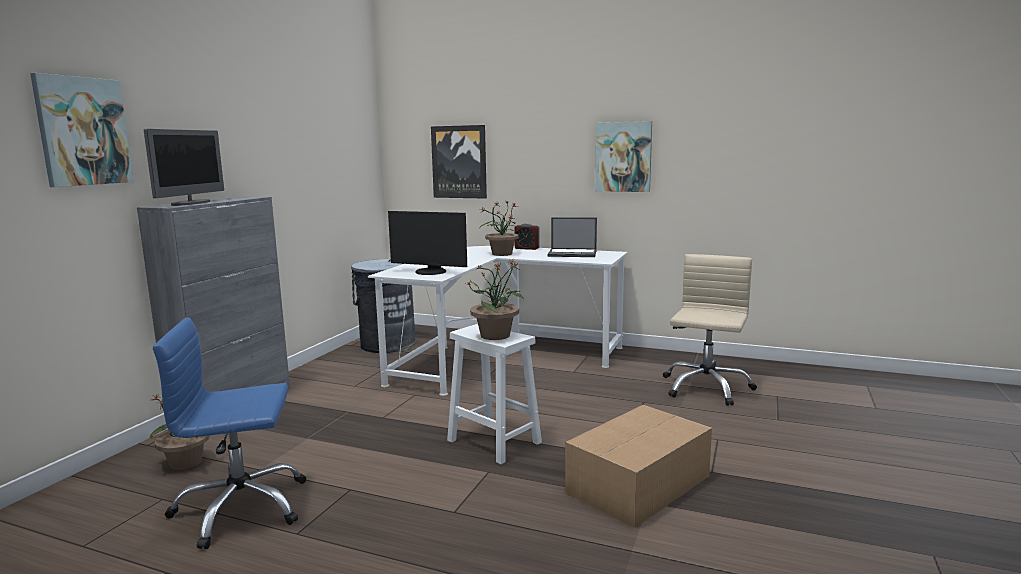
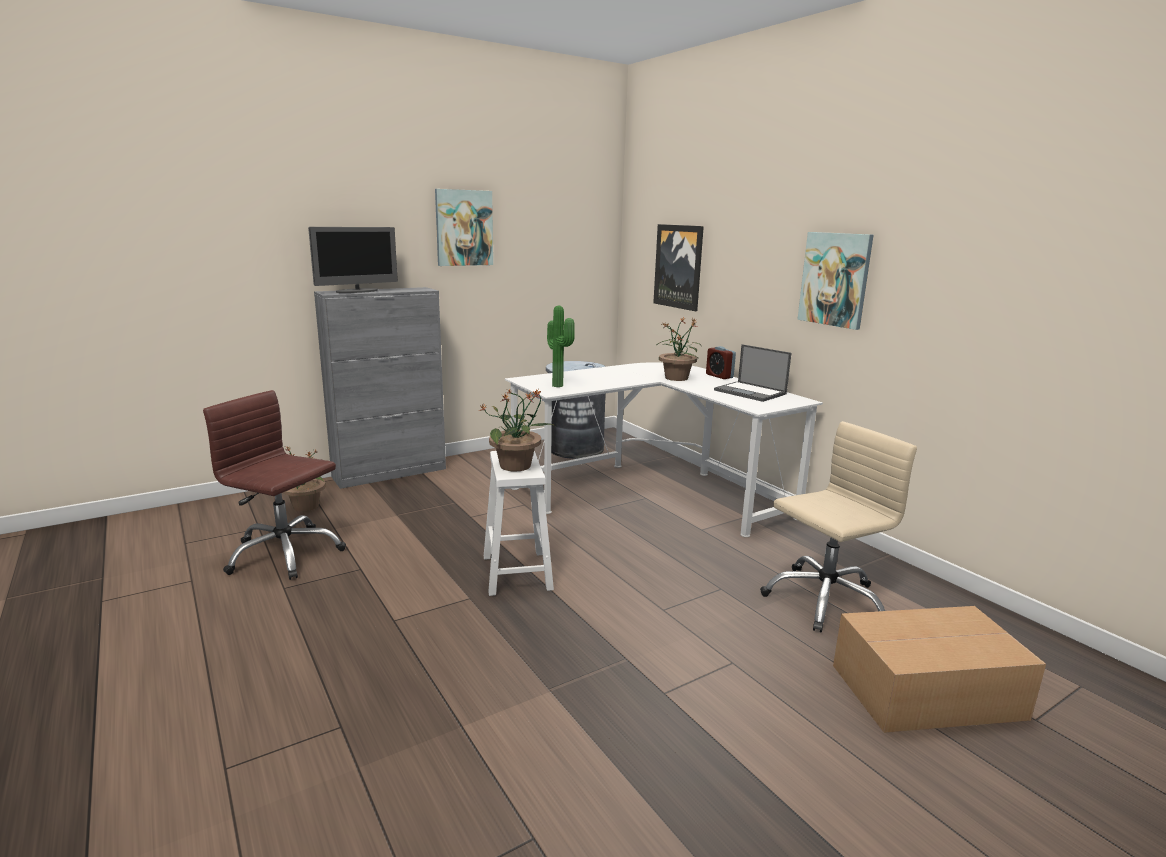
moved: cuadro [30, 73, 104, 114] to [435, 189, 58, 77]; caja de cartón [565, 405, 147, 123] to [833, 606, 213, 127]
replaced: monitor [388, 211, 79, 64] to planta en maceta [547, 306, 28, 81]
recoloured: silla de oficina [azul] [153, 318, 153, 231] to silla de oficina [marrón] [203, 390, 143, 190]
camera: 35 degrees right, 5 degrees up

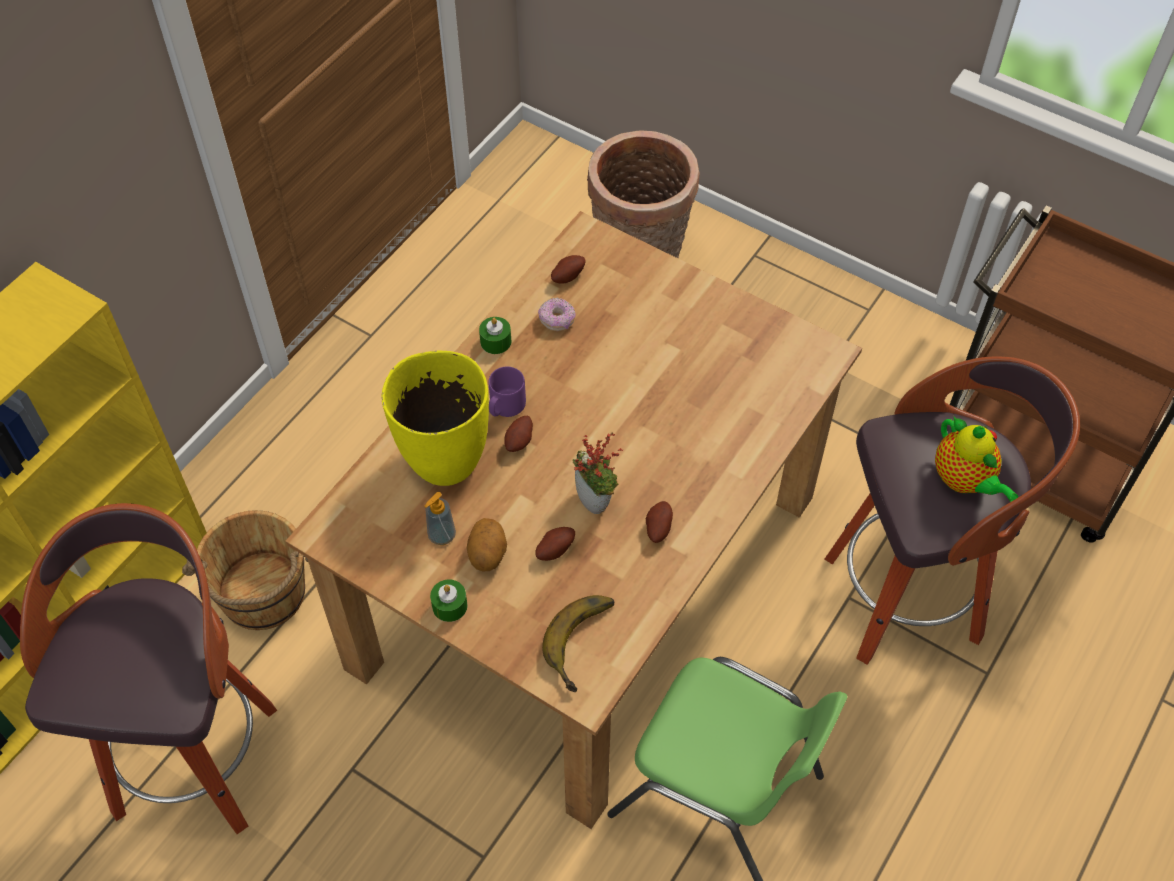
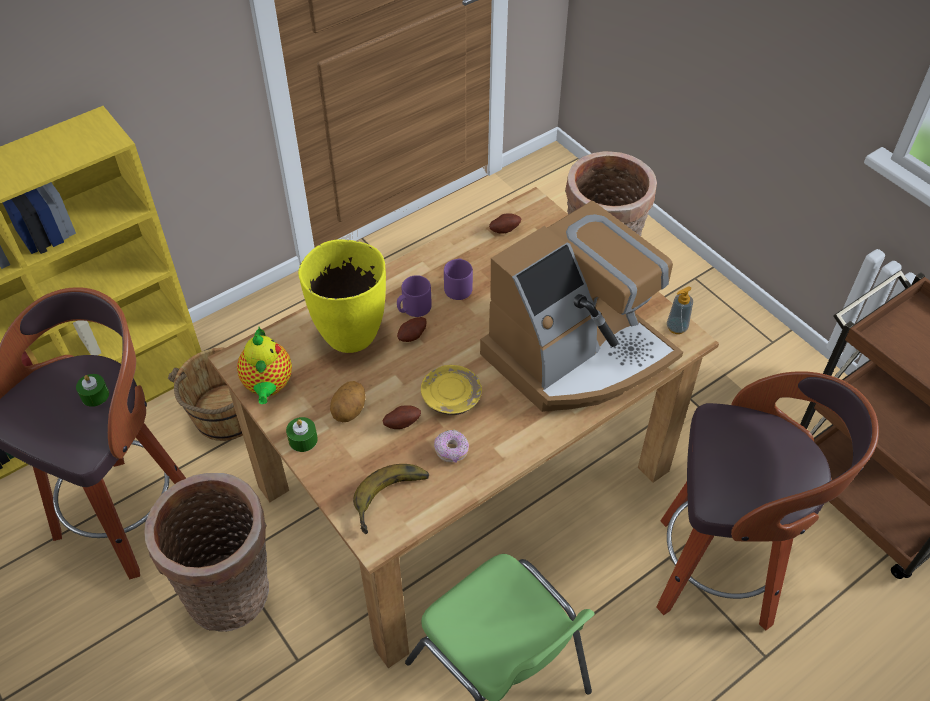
removed: patata [646, 501, 27, 42]
added: cesta [144, 473, 125, 159]; taza grande [morado] [444, 258, 29, 42]; cafetera [480, 201, 203, 211]
moved: dispensador de jabón [425, 492, 31, 53] to [667, 286, 26, 48]; vela [verde] [479, 317, 32, 37] to [76, 374, 33, 33]; rosquilla [538, 297, 38, 34] to [434, 430, 35, 33]; tetera [935, 417, 83, 85] to [237, 327, 55, 77]
replaced: planta en maceta [573, 432, 50, 82] to plato [amarillo] [421, 365, 61, 50]
camera: 20 degrees right, 5 degrees down

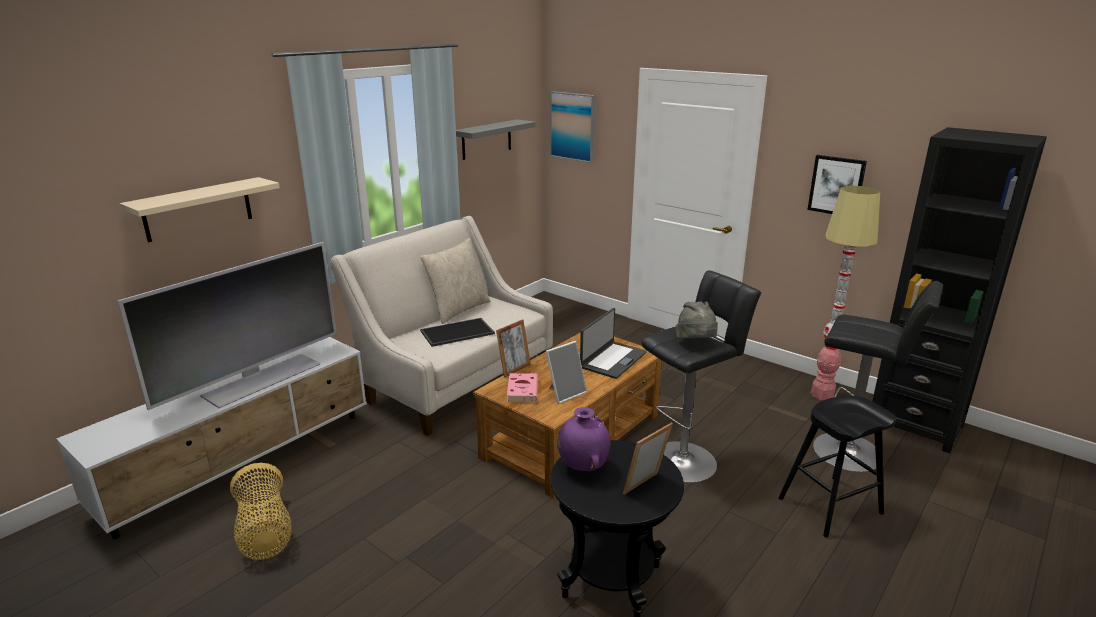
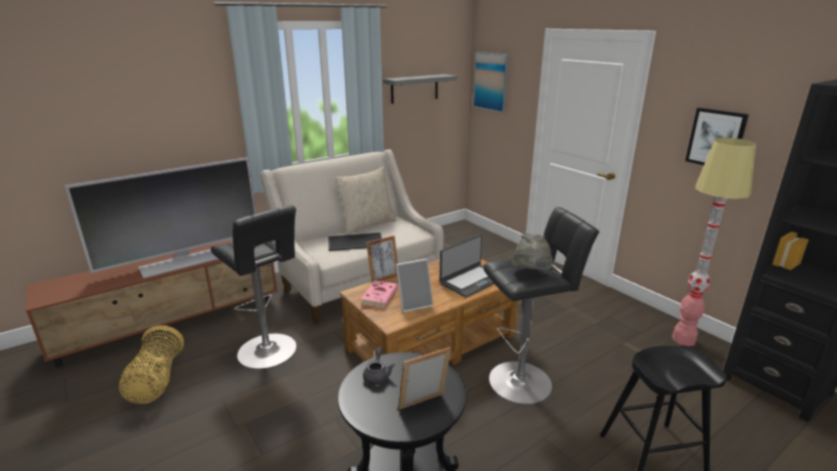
removed: estante [beis] [120, 177, 160, 66]
moved: taburete [negro] [813, 281, 130, 191] to [211, 205, 85, 164]
replaced: florero [morado] [558, 407, 52, 64] to tetera [gris] [363, 347, 32, 38]
recoloured: mueble de televisión [blanco] [56, 337, 311, 202] to mueble de televisión [marrón] [26, 239, 252, 128]
camera: 15 degrees right, 0 degrees up

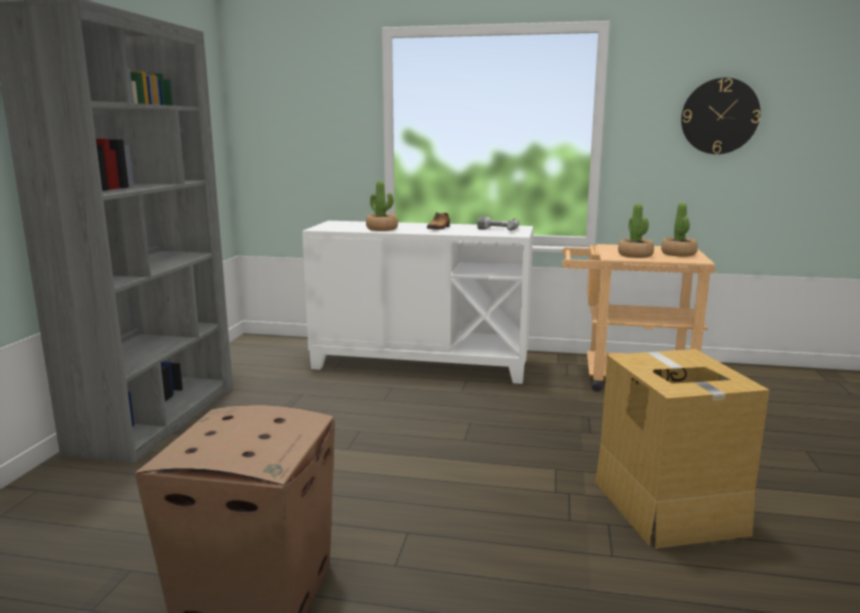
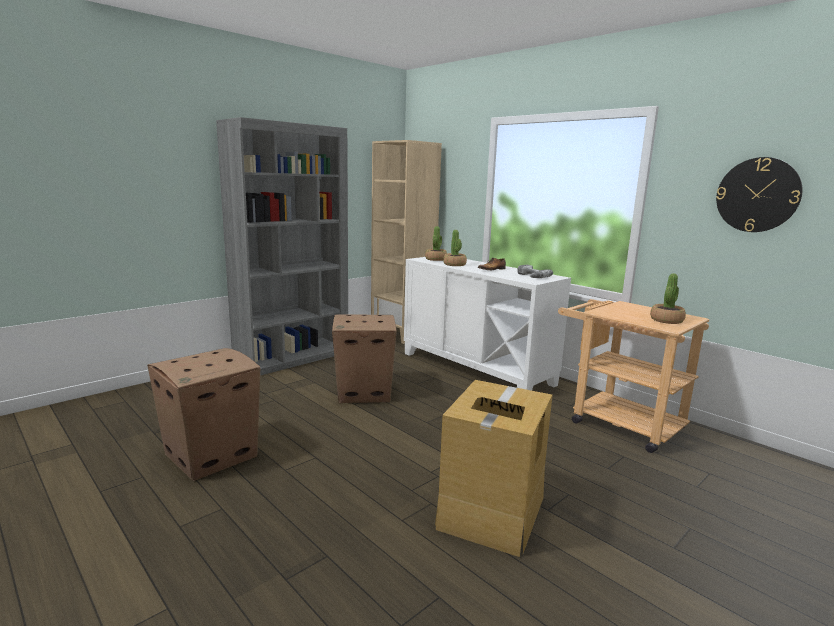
added: caja de cartón [332, 315, 65, 88]; estantería [beis] [371, 140, 71, 204]
moved: planta en maceta [618, 203, 36, 55] to [425, 226, 22, 35]
camera: 35 degrees right, 0 degrees up

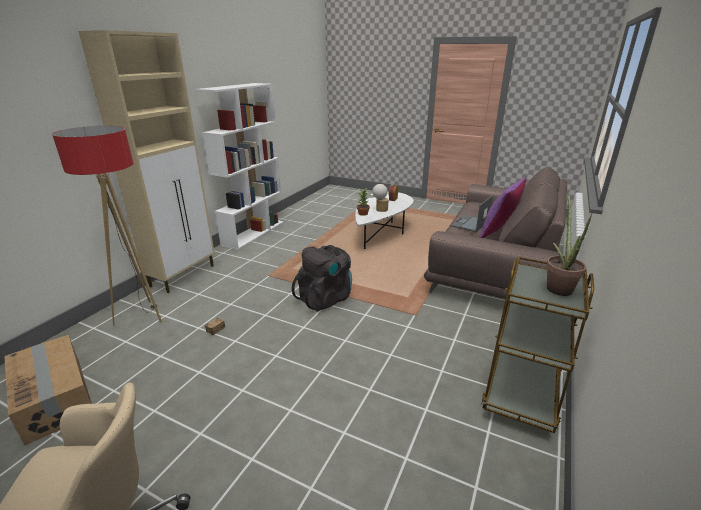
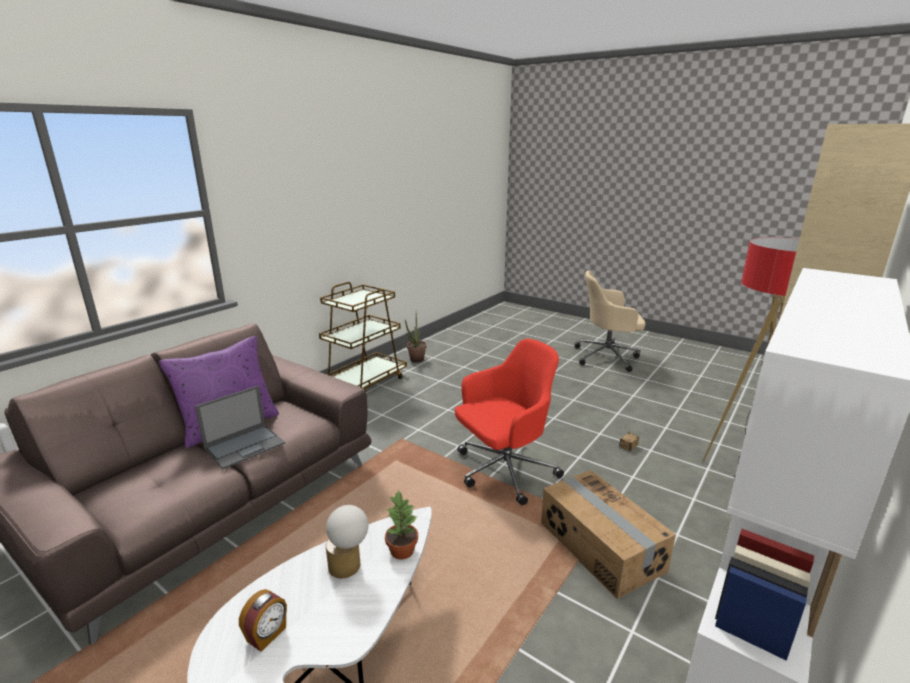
moved: caja de cartón [4, 335, 88, 110] to [541, 470, 135, 129]; planta en maceta [546, 191, 47, 105] to [405, 313, 22, 50]
replaced: mochila [negro] [292, 245, 60, 67] to silla de oficina [rojo] [455, 339, 109, 167]
camera: 170 degrees left, 5 degrees down

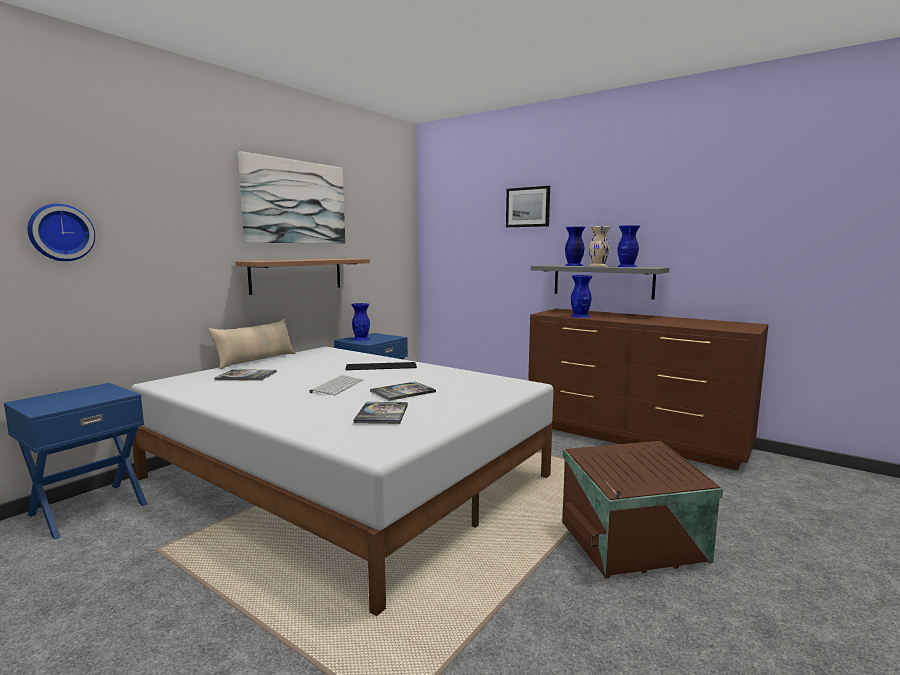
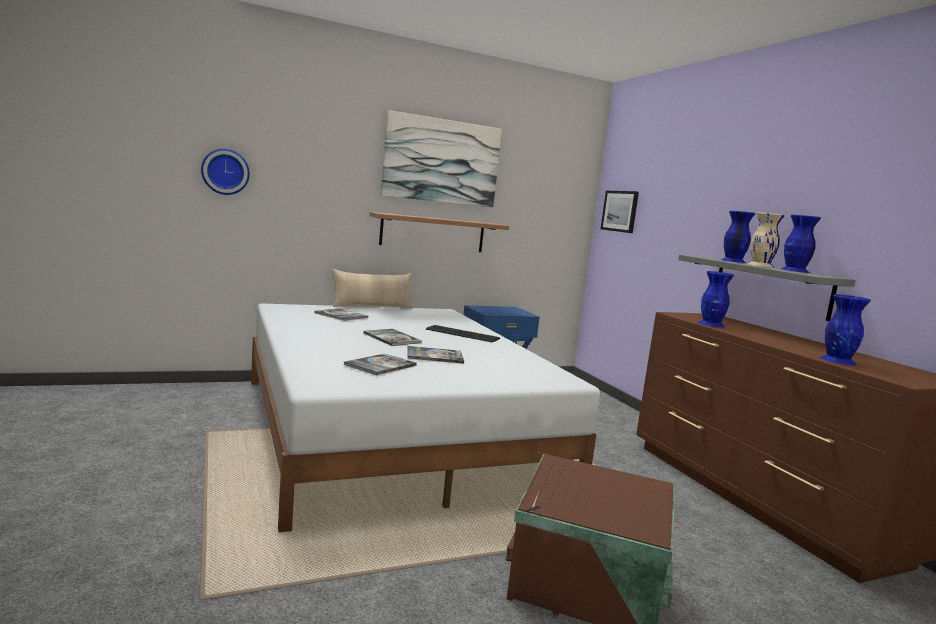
removed: mesita de noche [azul] [4, 383, 144, 156]
moved: florero [azul] [352, 303, 18, 38] to [820, 294, 51, 71]; cuadro [506, 186, 44, 41] to [600, 191, 39, 42]
replaced: teclado [309, 375, 54, 20] to libro [363, 329, 59, 17]
camera: 30 degrees right, 0 degrees up

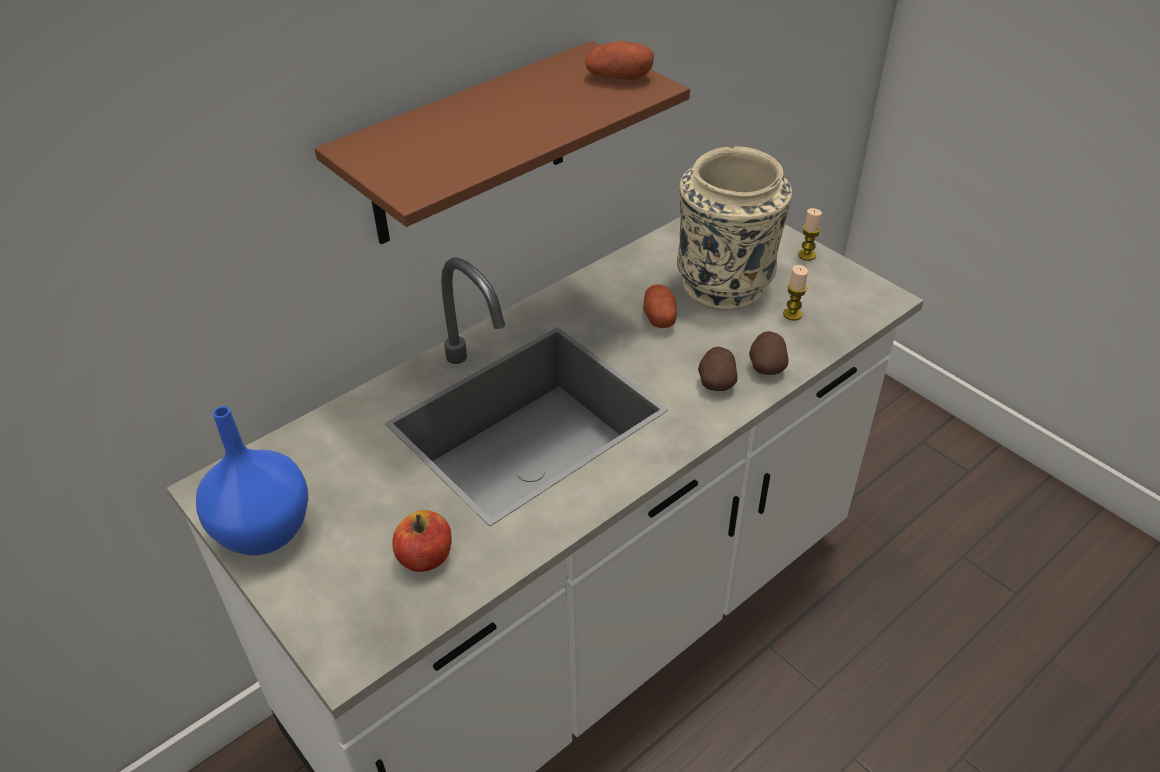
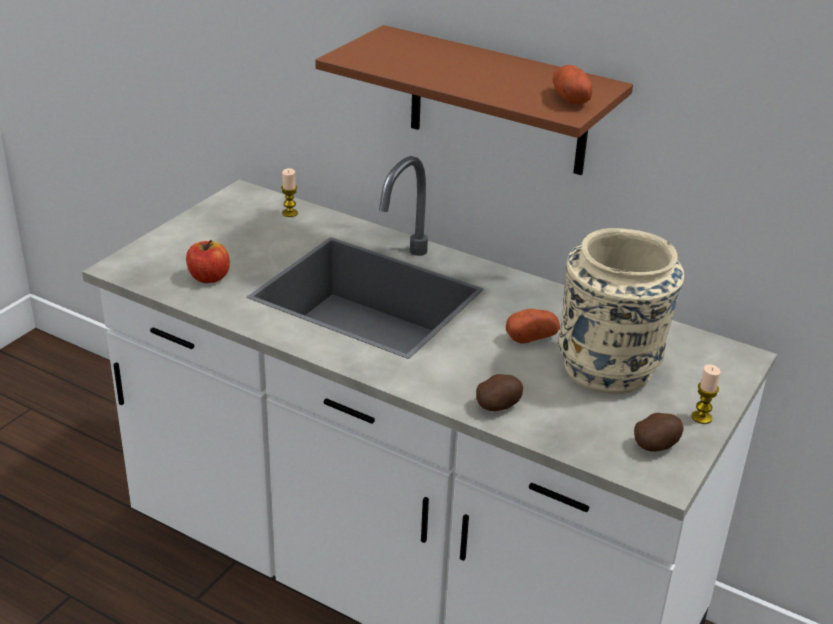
removed: florero [azul] [196, 406, 112, 149]
moved: patata [698, 347, 40, 44] to [634, 413, 50, 39]; vela [783, 265, 25, 56] to [281, 168, 17, 49]
camera: 70 degrees right, 10 degrees down

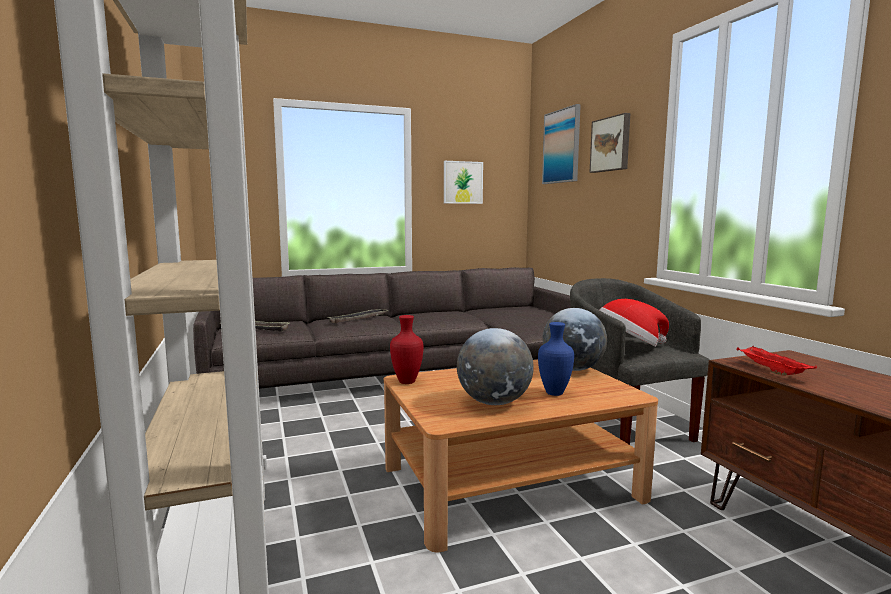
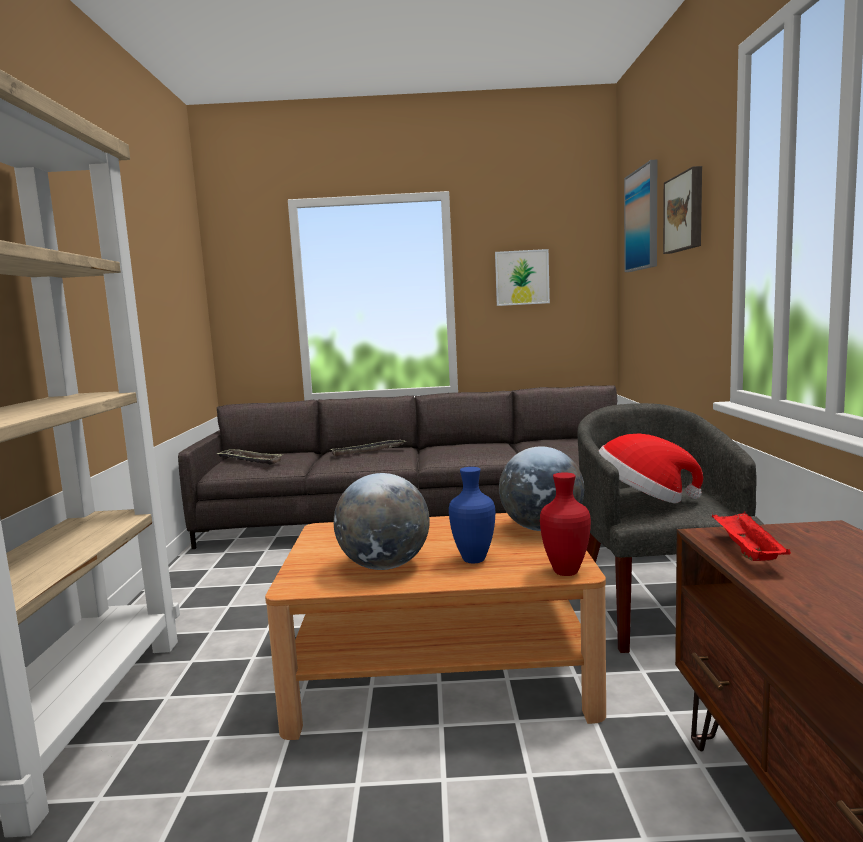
moved: florero [rojo] [390, 315, 34, 69] to [540, 472, 51, 104]
camera: 20 degrees right, 0 degrees up

